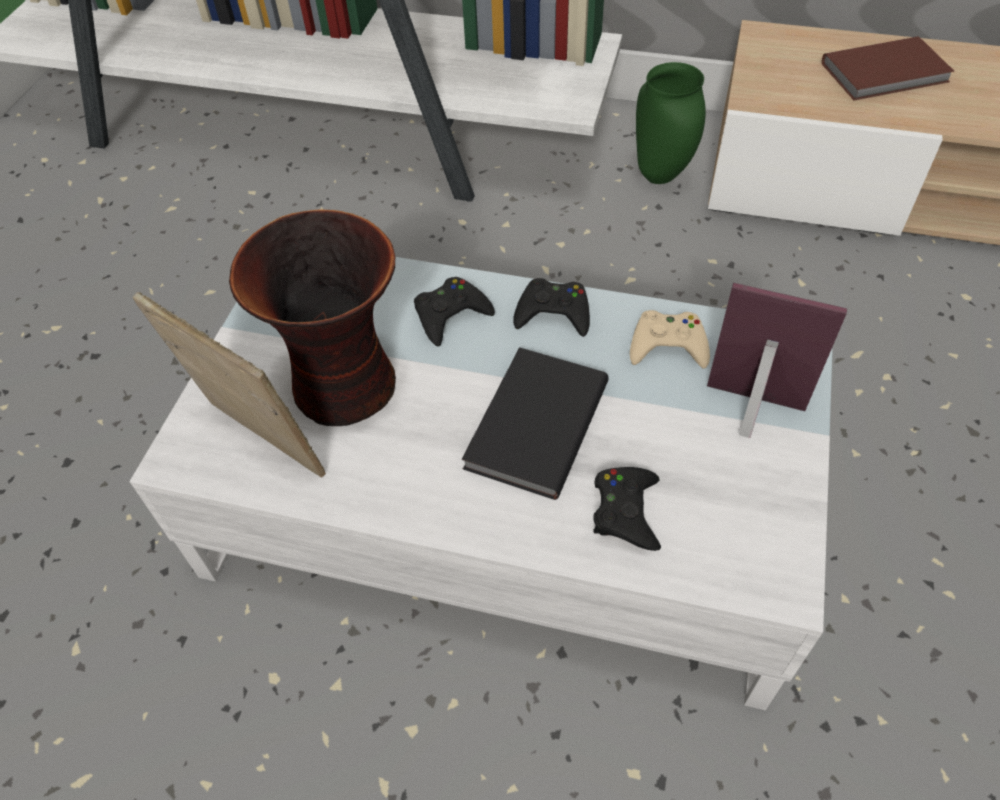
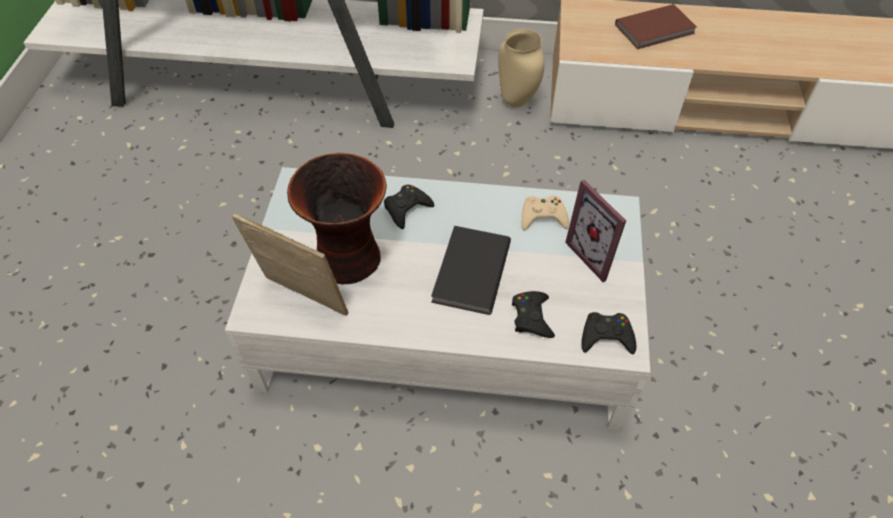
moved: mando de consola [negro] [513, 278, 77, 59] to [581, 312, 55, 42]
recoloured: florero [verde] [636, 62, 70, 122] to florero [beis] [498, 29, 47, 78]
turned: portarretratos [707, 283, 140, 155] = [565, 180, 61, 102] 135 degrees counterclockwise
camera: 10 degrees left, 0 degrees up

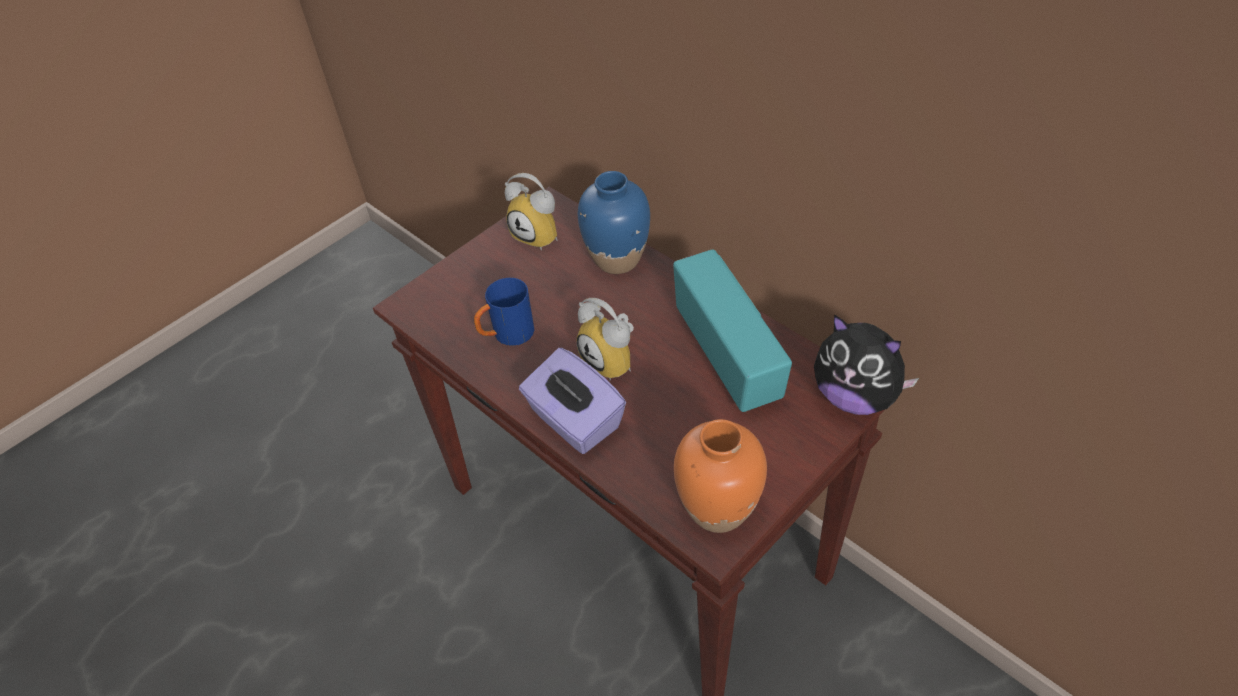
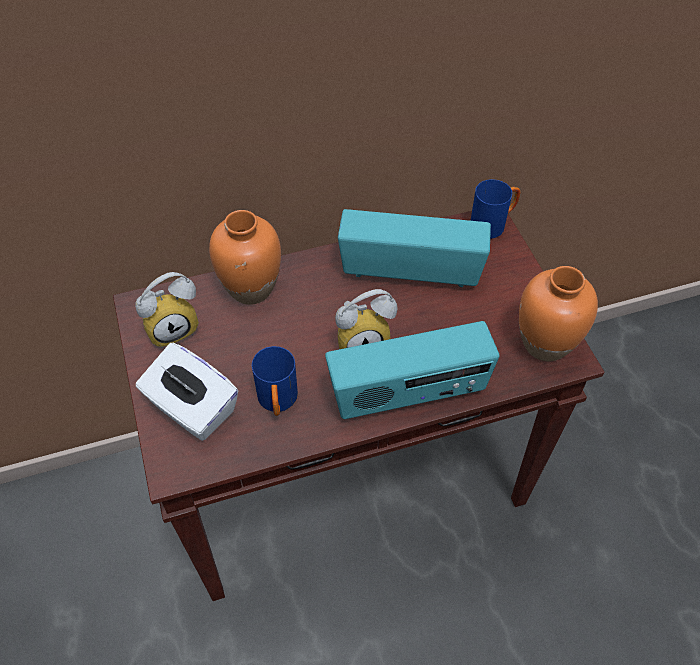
added: caja de pañuelos [blanco] [136, 343, 103, 98]
replaced: caja de pañuelos [morado] [519, 348, 107, 106] to radio [325, 321, 175, 98]; peluche [814, 314, 105, 101] to taza grande [azul] [471, 179, 49, 60]
recoloured: florero [azul] [578, 171, 72, 103] to florero [naranja] [209, 210, 72, 95]
camera: 65 degrees left, 5 degrees up

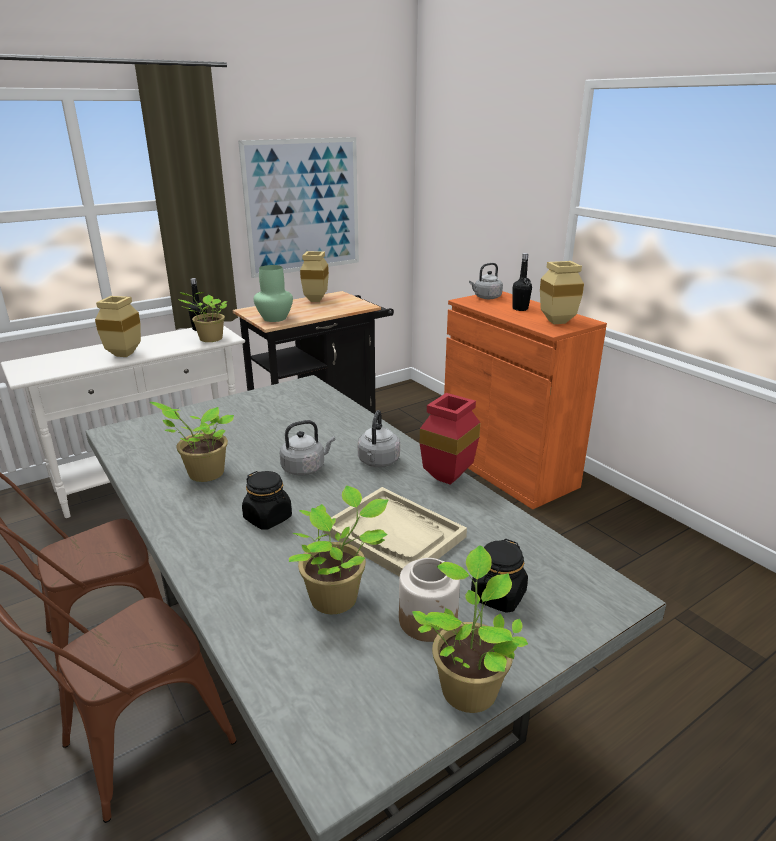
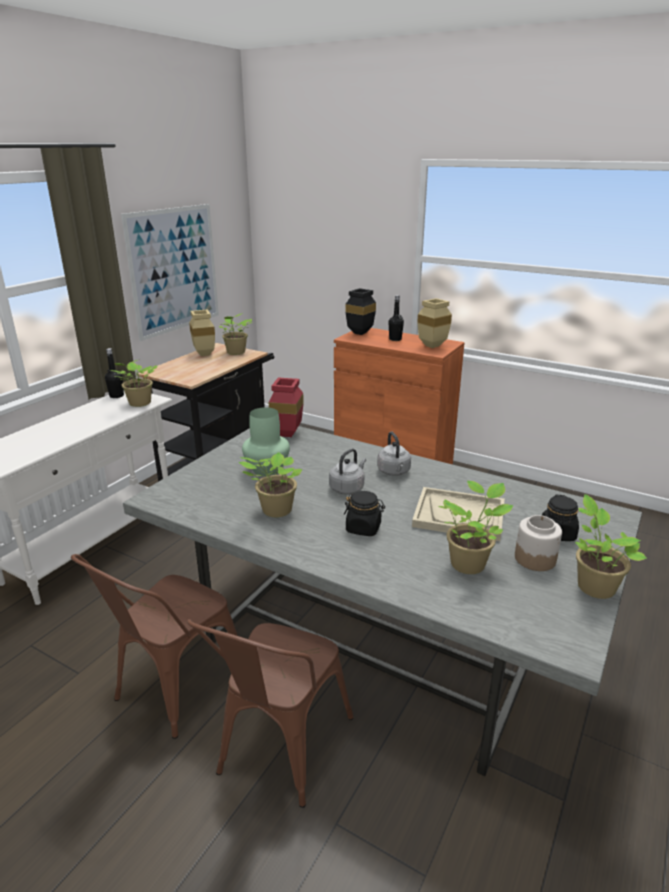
removed: florero [beis] [95, 296, 46, 61]
added: planta en maceta [219, 313, 33, 42]
moved: florero [verde] [254, 265, 39, 57] to [242, 407, 48, 69]; florero [rojo] [420, 393, 60, 92] to [269, 377, 35, 60]
replaced: hervidor [gris] [469, 263, 34, 36] to florero [negro] [345, 288, 31, 47]
camera: 25 degrees left, 0 degrees up

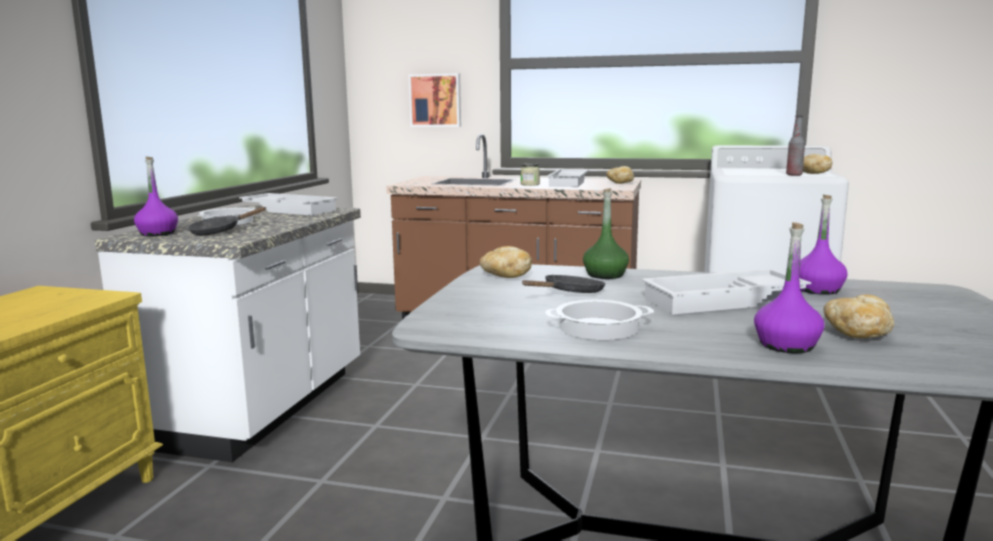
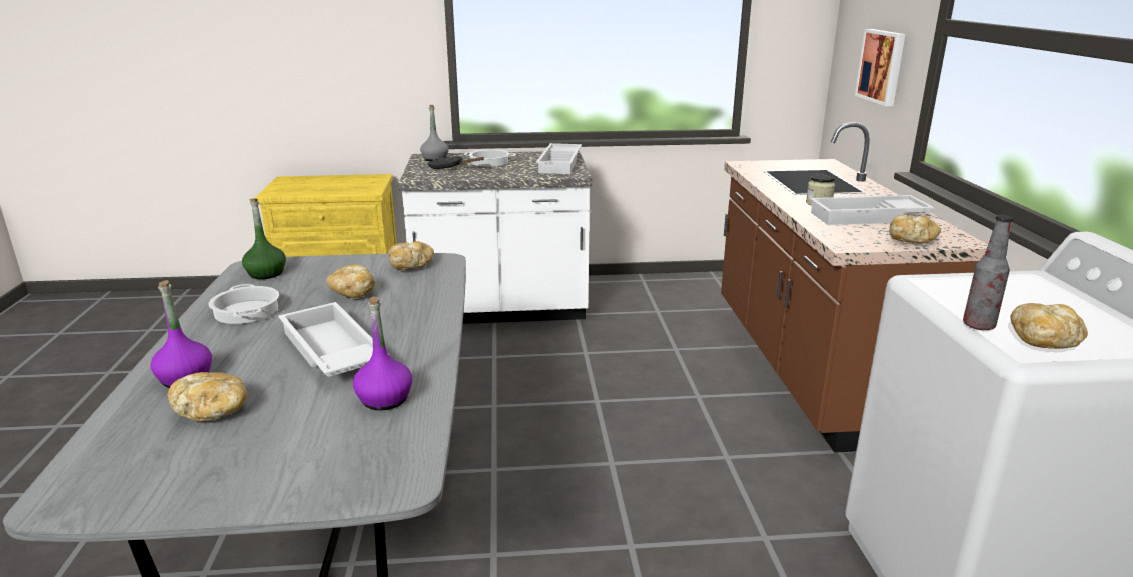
moved: botella [verde] [583, 188, 46, 91] to [242, 199, 44, 80]
replaced: sartén [negro] [522, 275, 83, 18] to pan [326, 265, 49, 33]
recoloured: botella [morado] [134, 156, 44, 80] to botella [gris] [420, 105, 29, 57]
camera: 70 degrees right, 10 degrees up

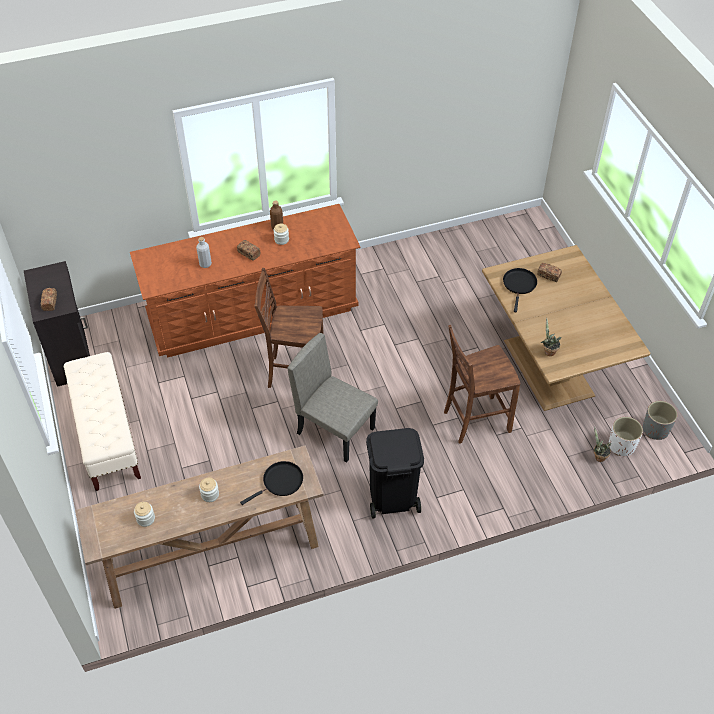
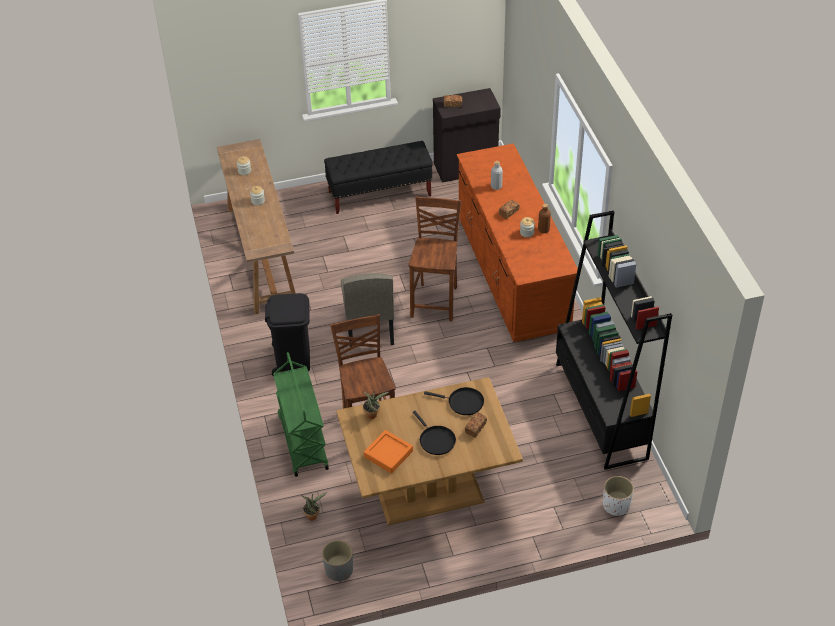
added: carrito [verde] [273, 352, 56, 125]; bandeja [naranja] [364, 430, 49, 44]; estantería [negro] [556, 211, 116, 259]
moved: sartén [negro] [240, 461, 63, 44] to [413, 411, 43, 44]; maceta [blanco] [609, 417, 34, 39] to [603, 476, 31, 40]
recoloured: banco [beis] [64, 352, 77, 139] to banco [negro] [324, 141, 109, 73]
turned: silla [beis] [288, 333, 90, 130] = [341, 273, 53, 74] 135 degrees clockwise
camera: 95 degrees right, 5 degrees down

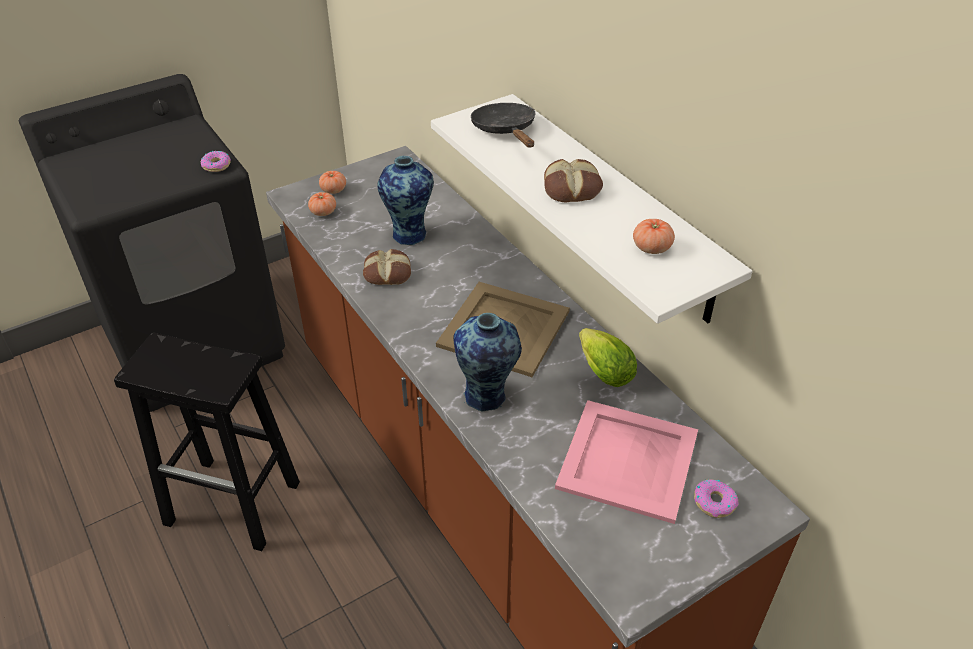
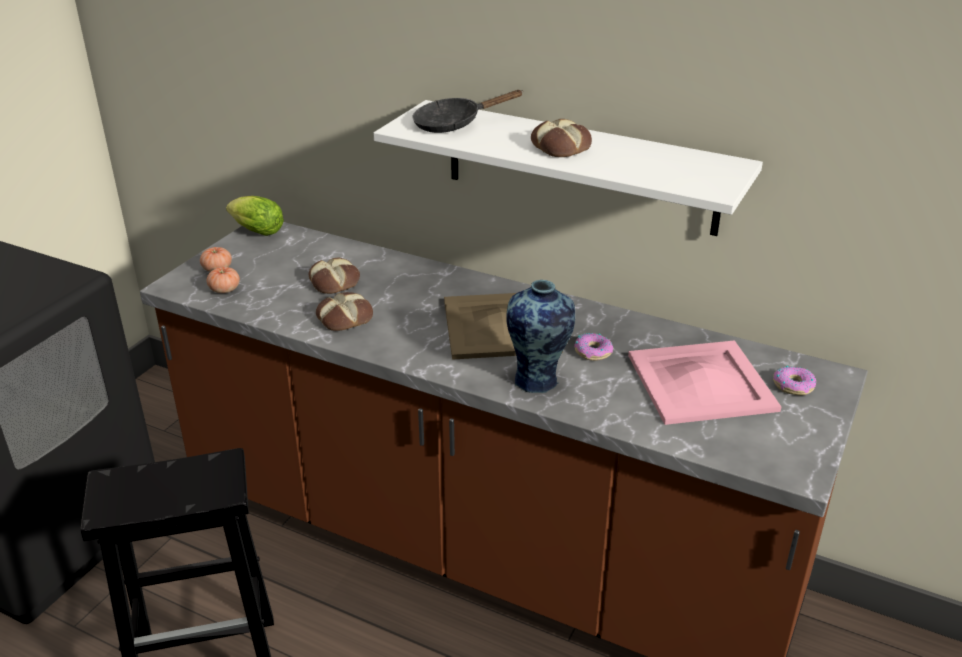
removed: tomate [633, 219, 42, 35]
moved: rosquilla [201, 151, 30, 21] to [574, 333, 39, 28]; lechuga [579, 328, 58, 59] to [226, 196, 58, 40]
replaced: florero [377, 156, 57, 89] to pan [309, 258, 51, 36]
turned: sartén [negro] [471, 103, 65, 45] = [413, 90, 109, 43] 60 degrees counterclockwise
camera: 30 degrees left, 10 degrees down

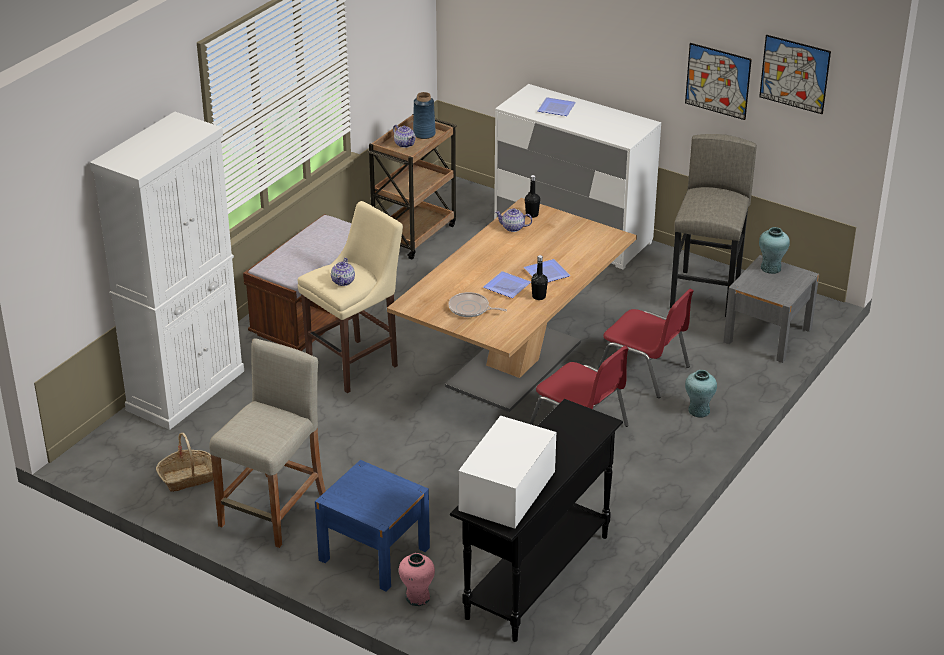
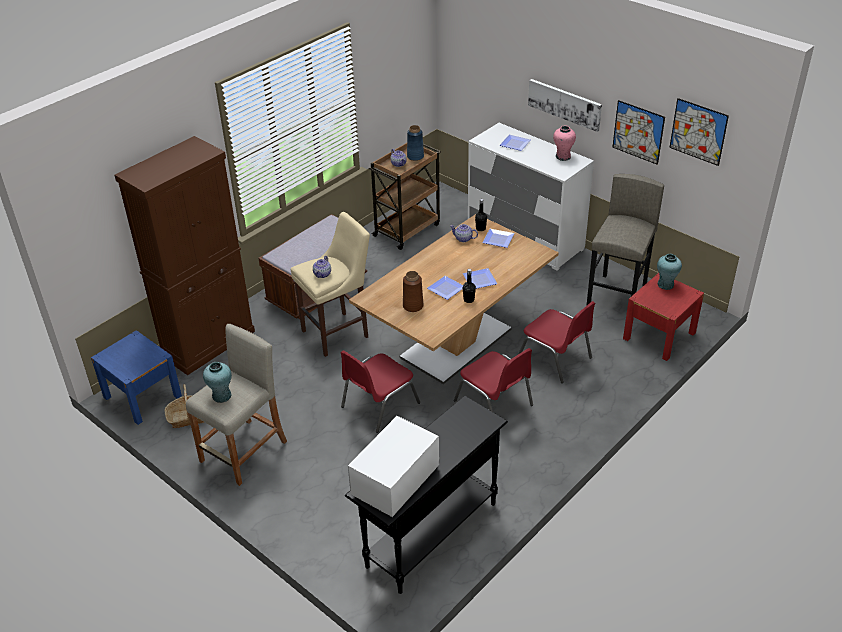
added: silla [rojo] [340, 350, 80, 83]; plato [482, 229, 33, 19]; cuadro [528, 79, 74, 53]
moved: mesita de noche [azul] [315, 460, 115, 132] to [91, 330, 91, 95]; florero [rosa] [399, 553, 36, 53] to [553, 125, 23, 36]; florero [turquesa] [685, 370, 32, 48] to [203, 362, 29, 41]
replaced: sartén [448, 292, 59, 25] to florero [marrón] [403, 271, 20, 41]
recoloured: armario [blanco] [90, 111, 154, 319] to armario [marrón] [114, 136, 141, 239]; mesita de noche [gris] [723, 255, 96, 108] to mesita de noche [rojo] [623, 273, 81, 88]
camera: 10 degrees right, 5 degrees up

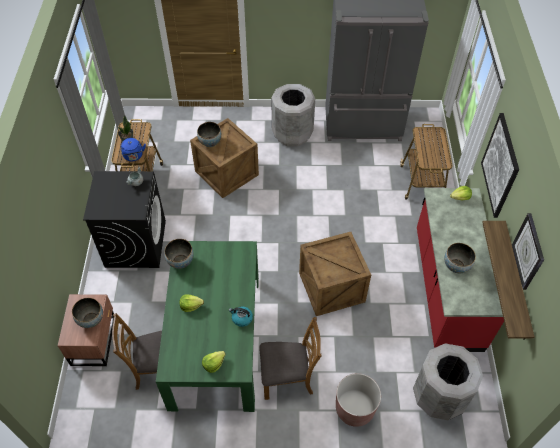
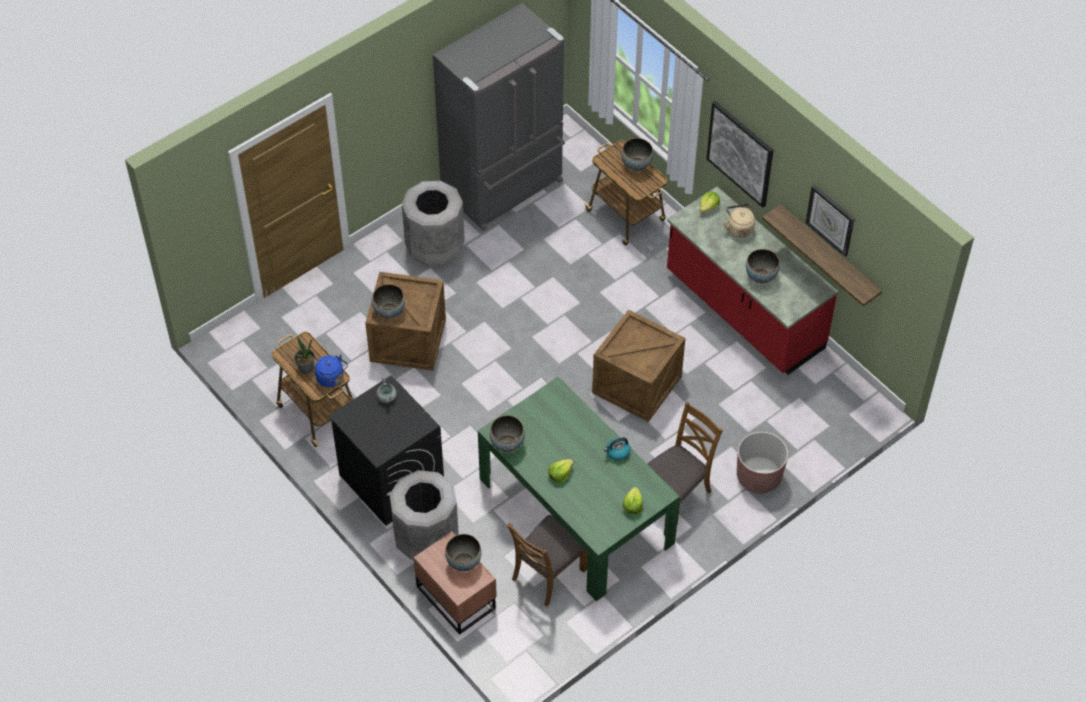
added: cuenco [622, 138, 31, 34]; hervidor [beis] [723, 204, 32, 34]
moved: papelera [gris] [413, 343, 70, 77] to [390, 470, 69, 91]
camera: 40 degrees left, 0 degrees up

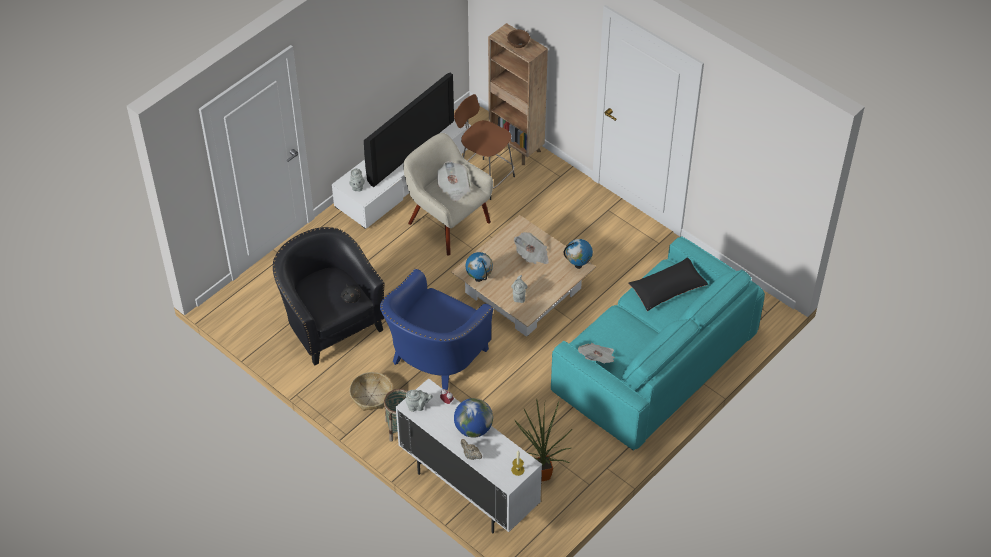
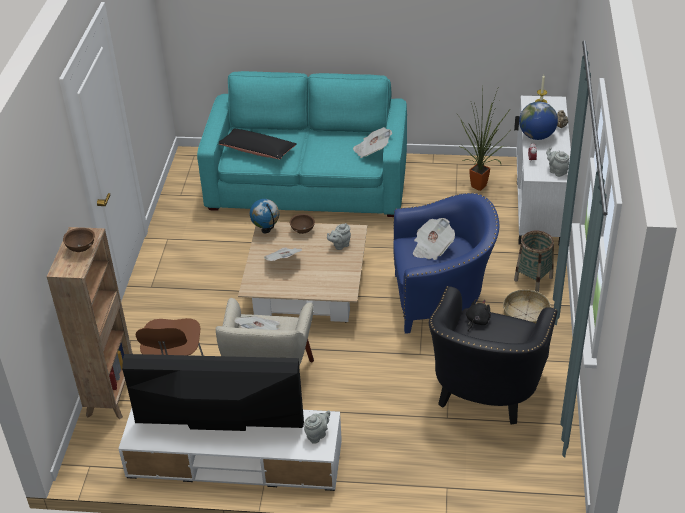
removed: globo terráqueo [466, 252, 27, 30]
added: cuenco [marrón] [290, 214, 25, 20]; periódico [413, 218, 42, 42]
camera: 125 degrees left, 10 degrees down

